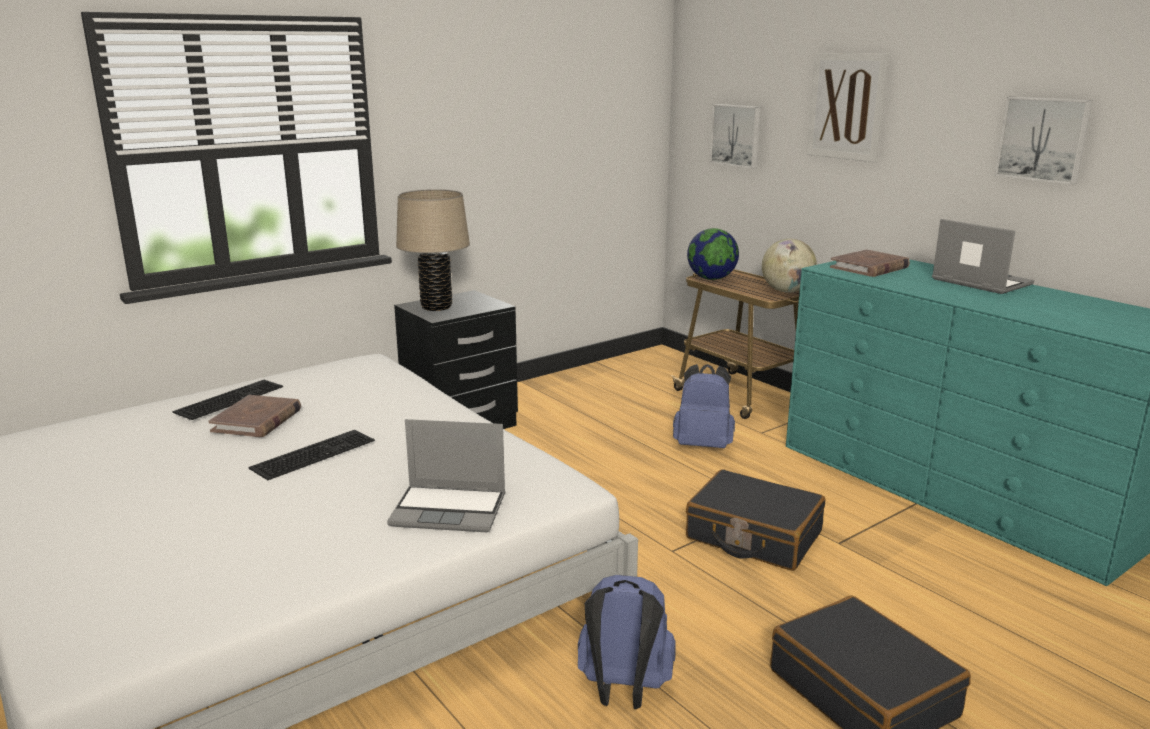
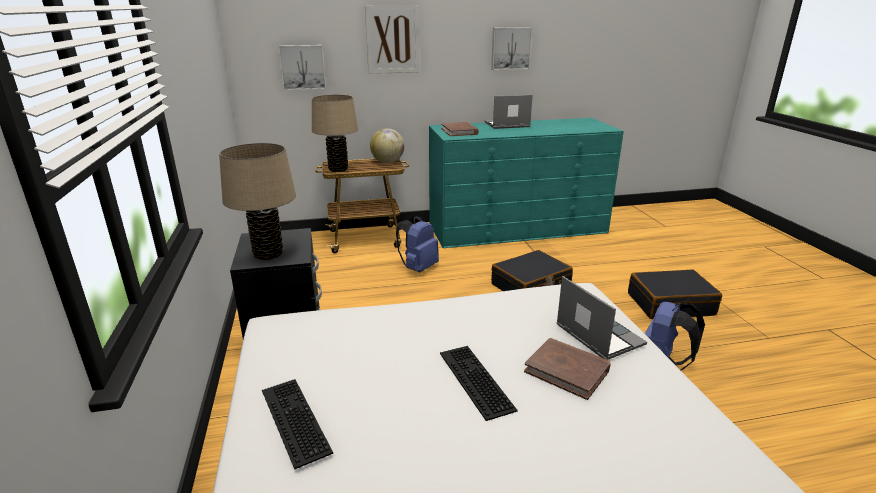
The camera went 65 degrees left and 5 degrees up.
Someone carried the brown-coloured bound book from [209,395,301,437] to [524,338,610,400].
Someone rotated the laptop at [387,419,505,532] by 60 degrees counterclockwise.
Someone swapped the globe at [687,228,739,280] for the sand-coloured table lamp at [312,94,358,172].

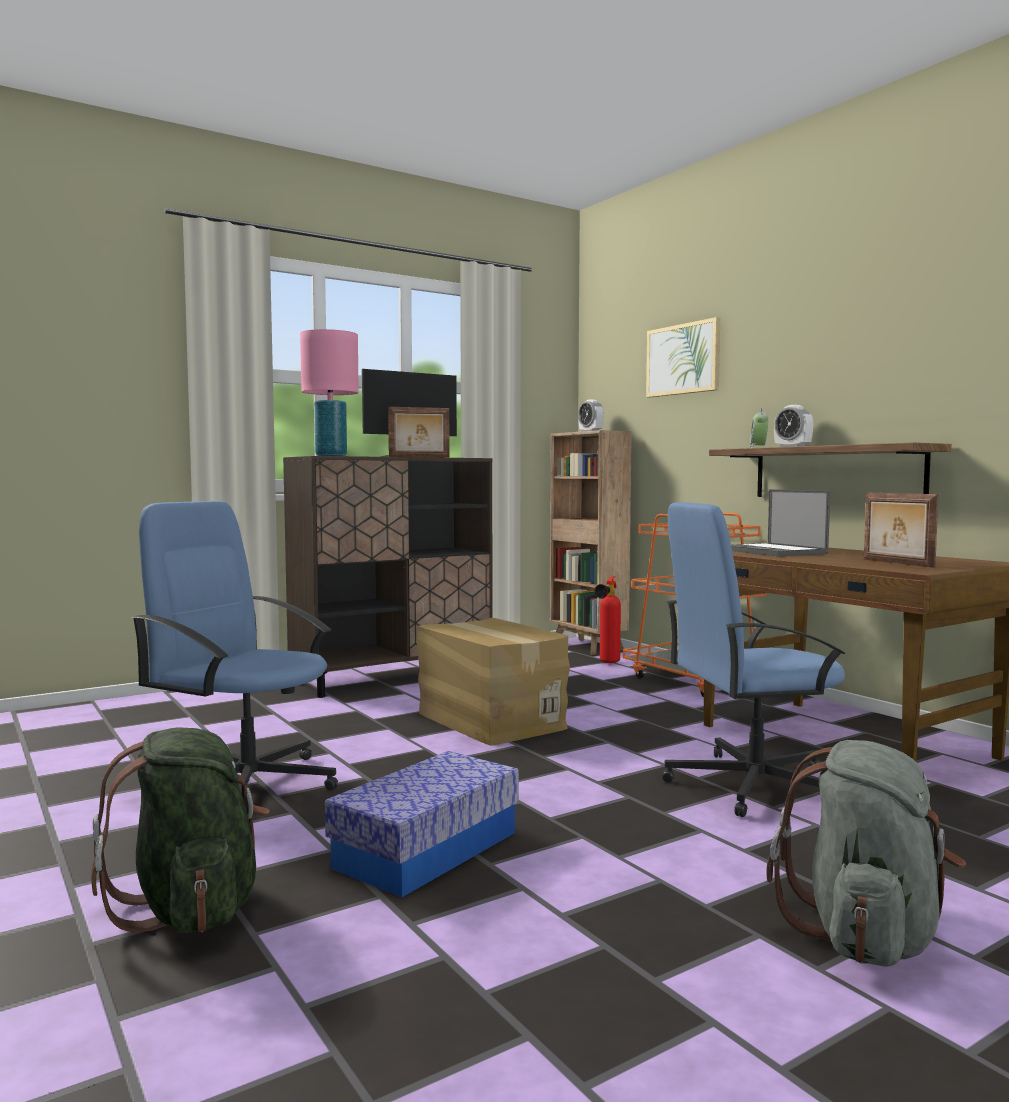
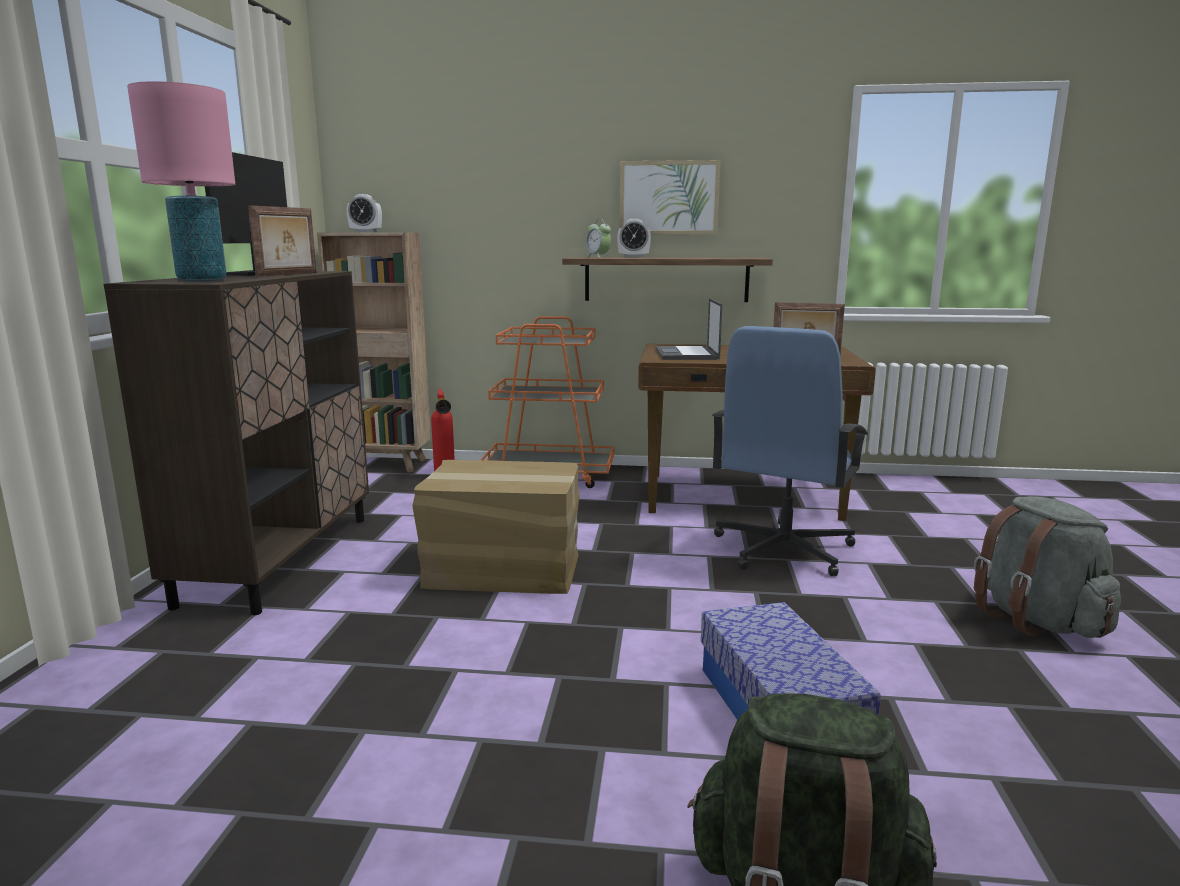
The camera went 50 degrees left and 10 degrees up.
Someone took away the blue desk chair at [131,501,338,793].
Someone carried the picture from [646,317,720,397] to [619,160,721,235].
Someone rotated the laptop at [731,489,830,556] by 75 degrees clockwise.

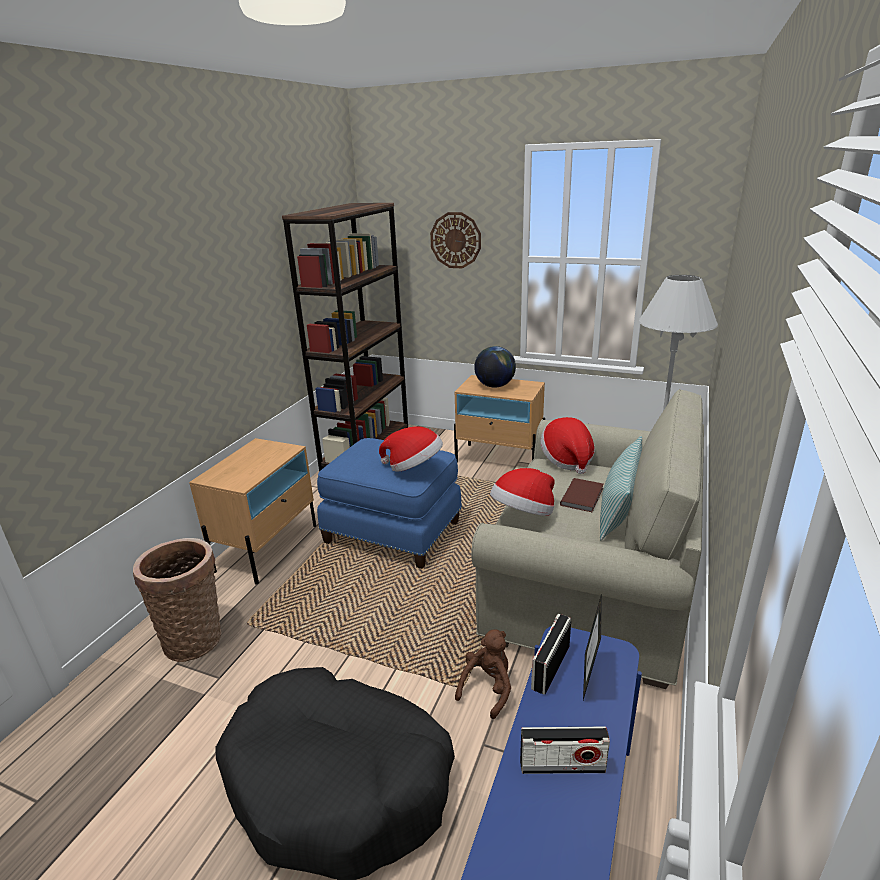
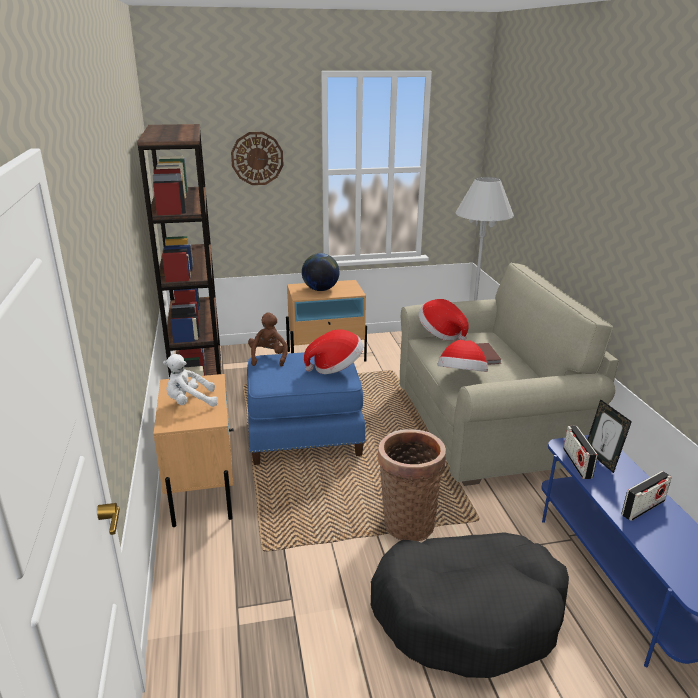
The camera went 35 degrees left and 0 degrees up.
Someone carried the basket from [133,538,222,662] to [377,429,446,541].
Someone carried the brown-coloured cuddly toy from [455,629,511,719] to [248,312,288,366].
Someone took away the pillow at [600,436,642,540].
Someone put down the white-coloured cuddly toy at [163,354,218,407].

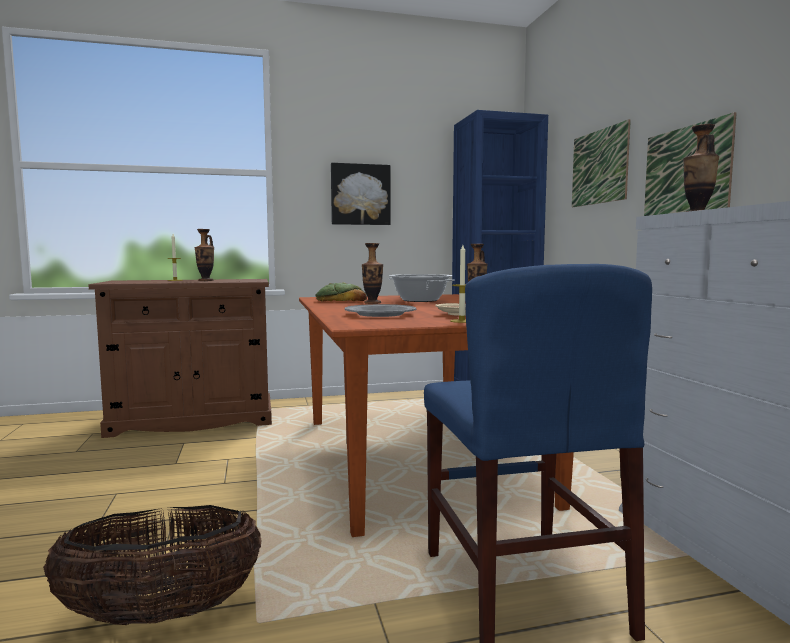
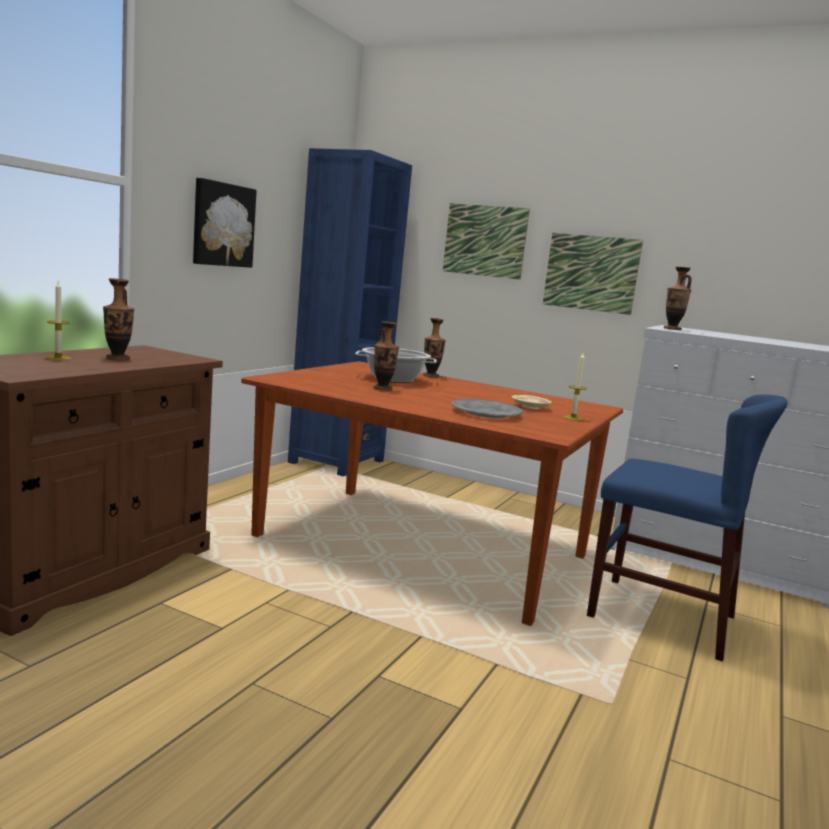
The camera went 50 degrees left and 5 degrees up.
Someone took away the basket at [43,505,261,625].
Someone took away the baked bread at [315,282,367,301].

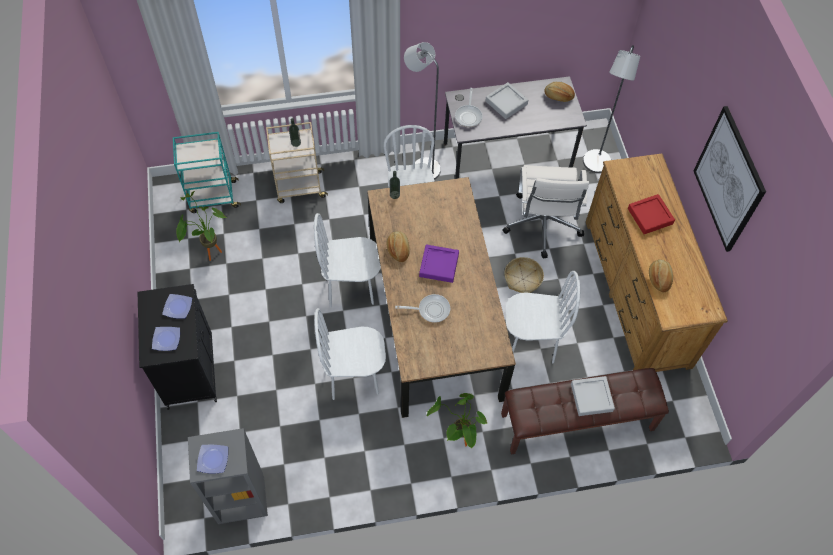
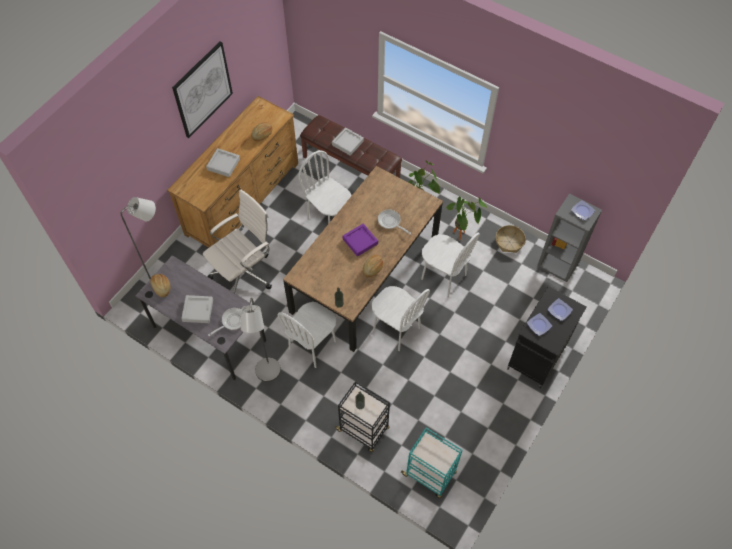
The camera went 135 degrees left and 0 degrees up.
Someone carried the plant in a pot from [176,191,226,261] to [446,197,487,240].
Someone repainted the sand-coloured wheeled cart at [266,122,328,203], which became the black-coloured wheeled cart at [335,381,390,452].
Someone carried the basket from [504,257,544,293] to [496,225,526,253].
Someone repainted the reddish carrying tray at [628,194,675,234], which became the greyish carrying tray at [206,148,240,177].

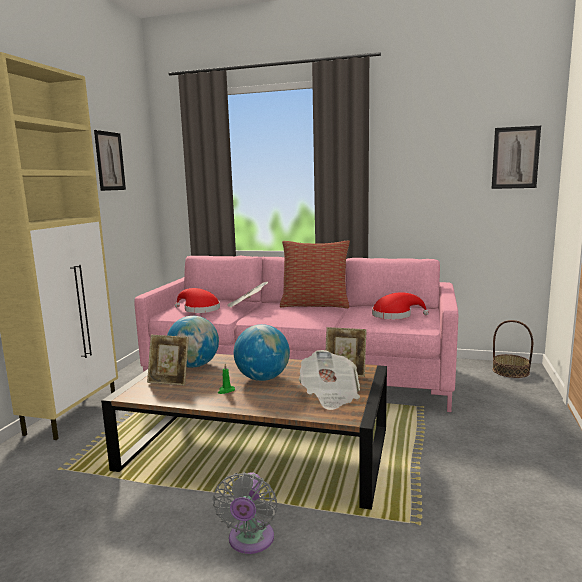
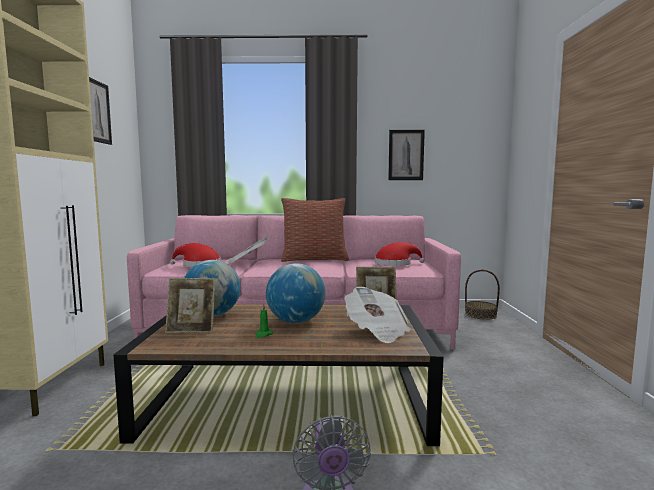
The camera went 15 degrees left and 5 degrees down.
Someone carried the picture from [491,126,541,189] to [388,130,425,180].

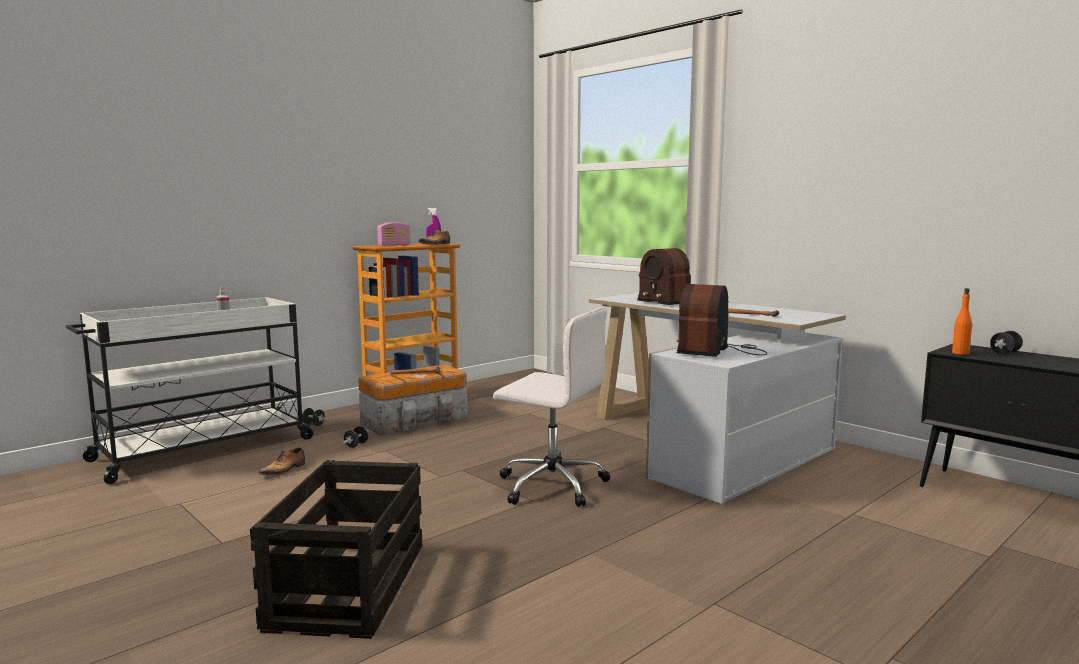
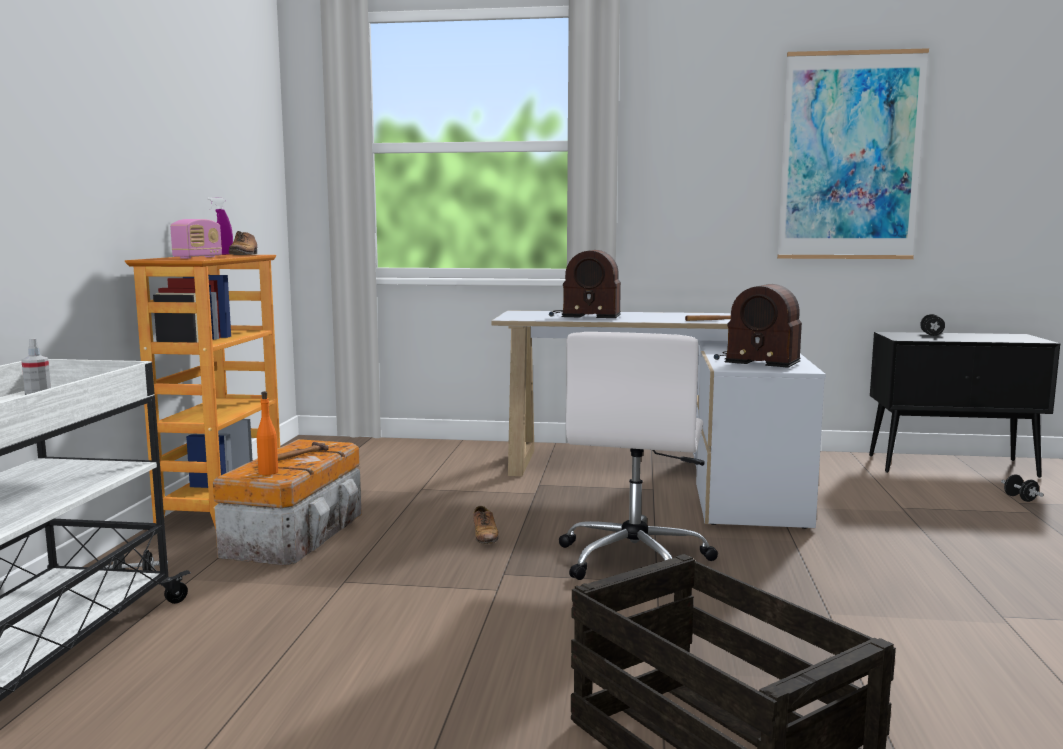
The camera went 40 degrees left and 0 degrees up.
Someone carried the shoe from [259,447,305,475] to [473,506,499,544].
Someone carried the black-coloured hand weight from [343,426,369,448] to [1001,474,1044,502].
Someone rotated the white-coloured desk chair at [493,308,610,507] by 120 degrees clockwise.
Someone rotated the radio set at [677,284,767,357] by 45 degrees counterclockwise.
Someone carried the orange beverage bottle from [952,288,972,355] to [257,391,278,475].
Someone put up the picture at [777,48,929,259].

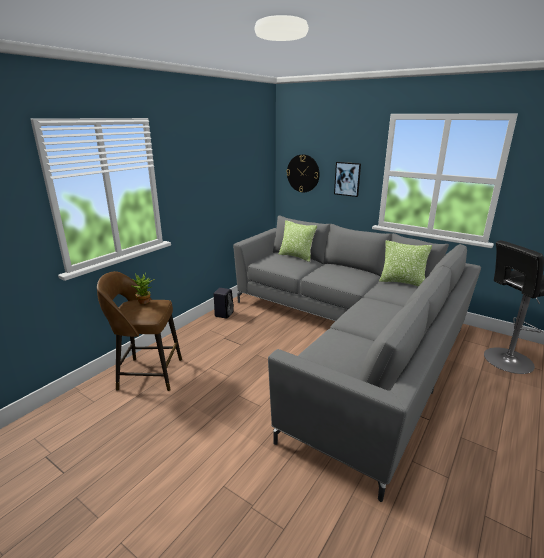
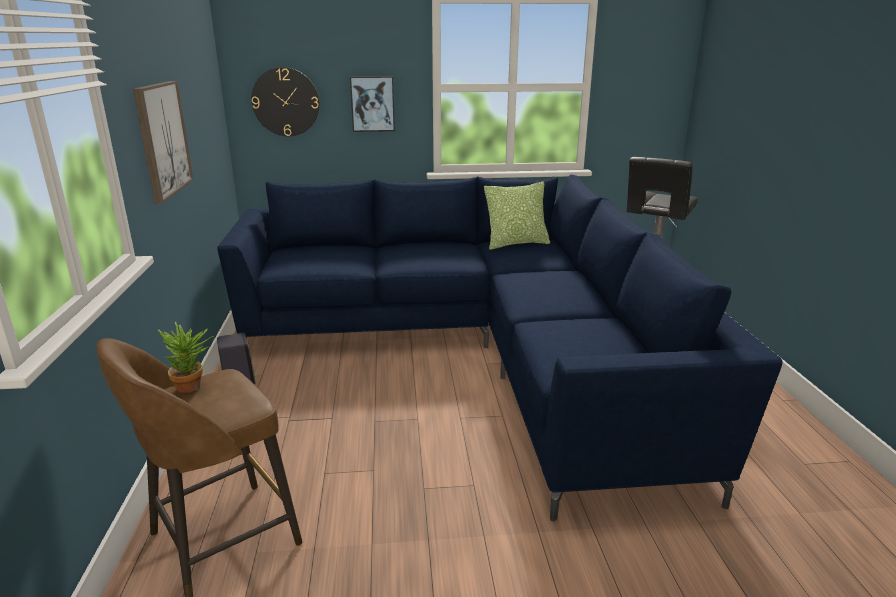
The camera went 40 degrees left and 0 degrees up.
Someone repainted the greyish couch at [233,215,481,502], which became the blue couch at [217,175,782,521].
Someone took away the pillow at [278,220,317,262].
Someone put up the picture at [133,81,194,203].

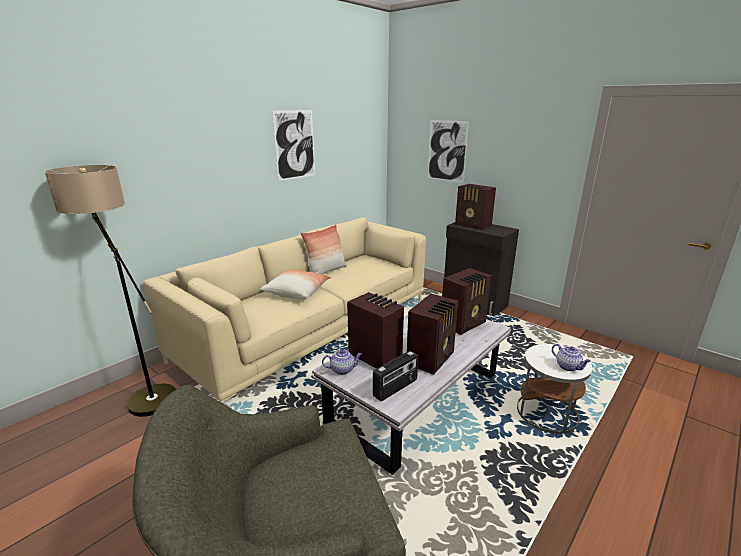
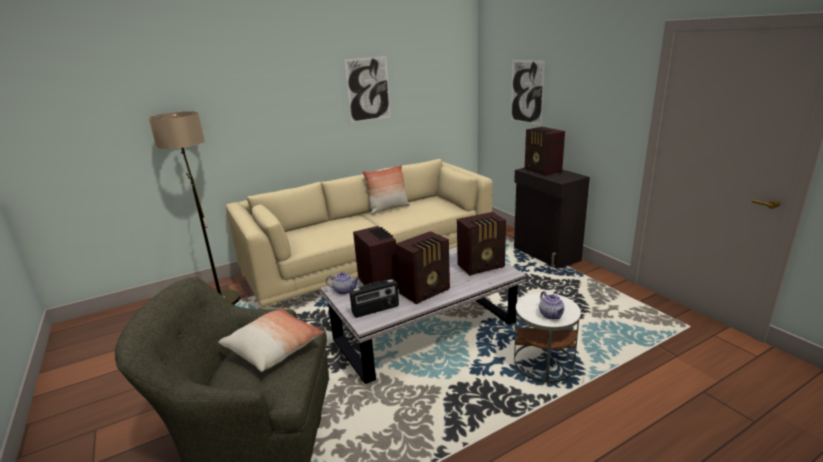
The camera went 20 degrees right and 0 degrees up.
Someone carried the pillow from [260,269,331,299] to [218,308,325,372].

